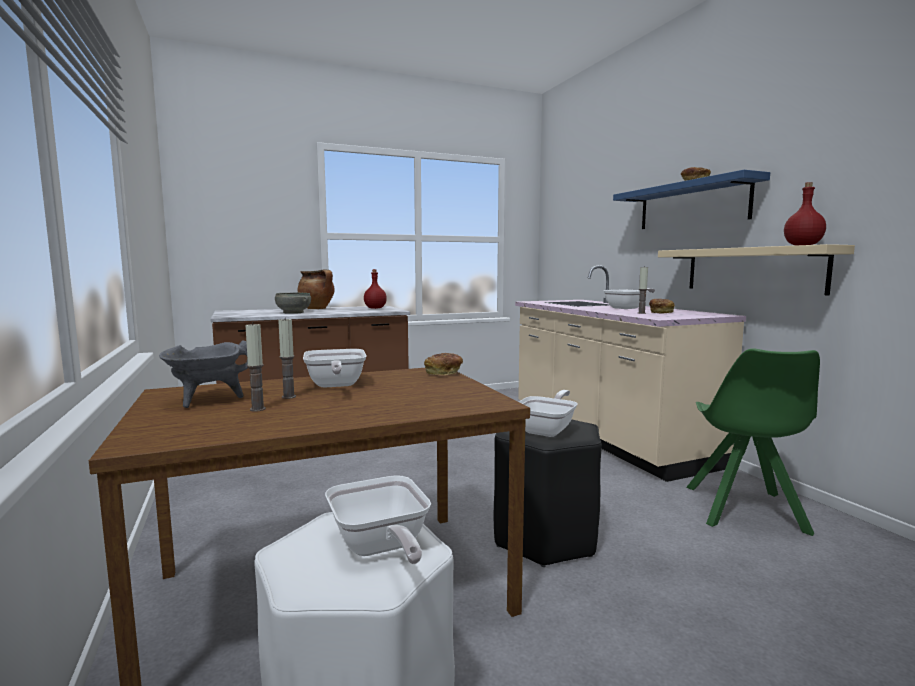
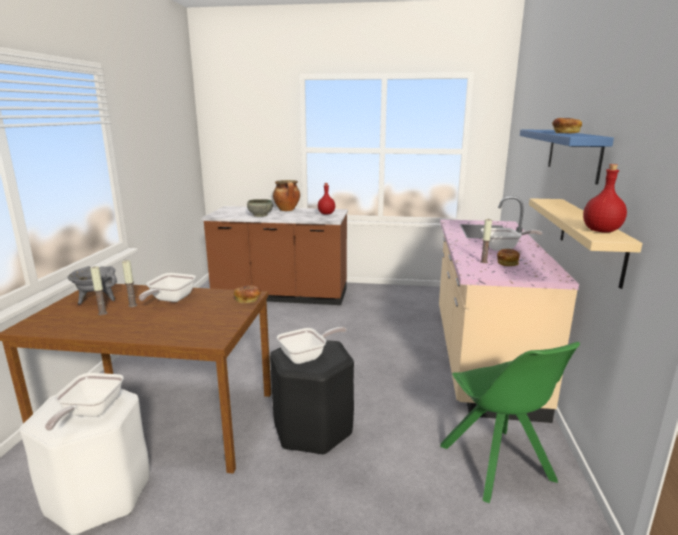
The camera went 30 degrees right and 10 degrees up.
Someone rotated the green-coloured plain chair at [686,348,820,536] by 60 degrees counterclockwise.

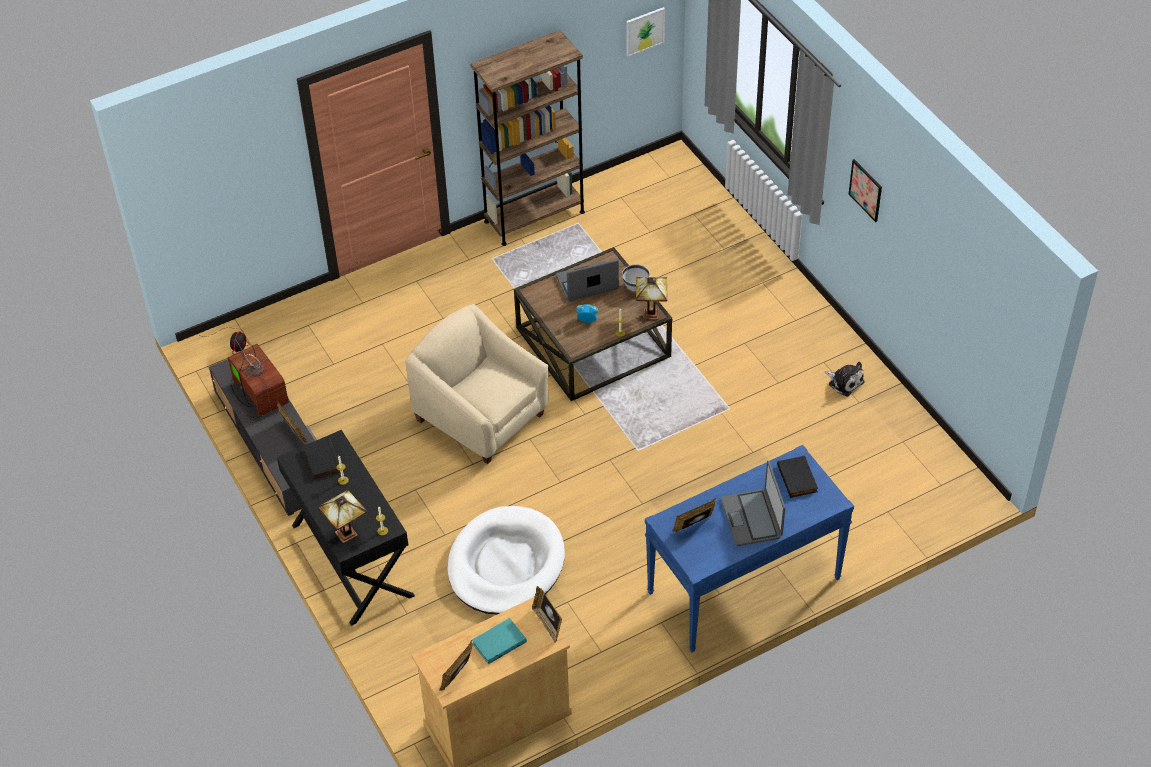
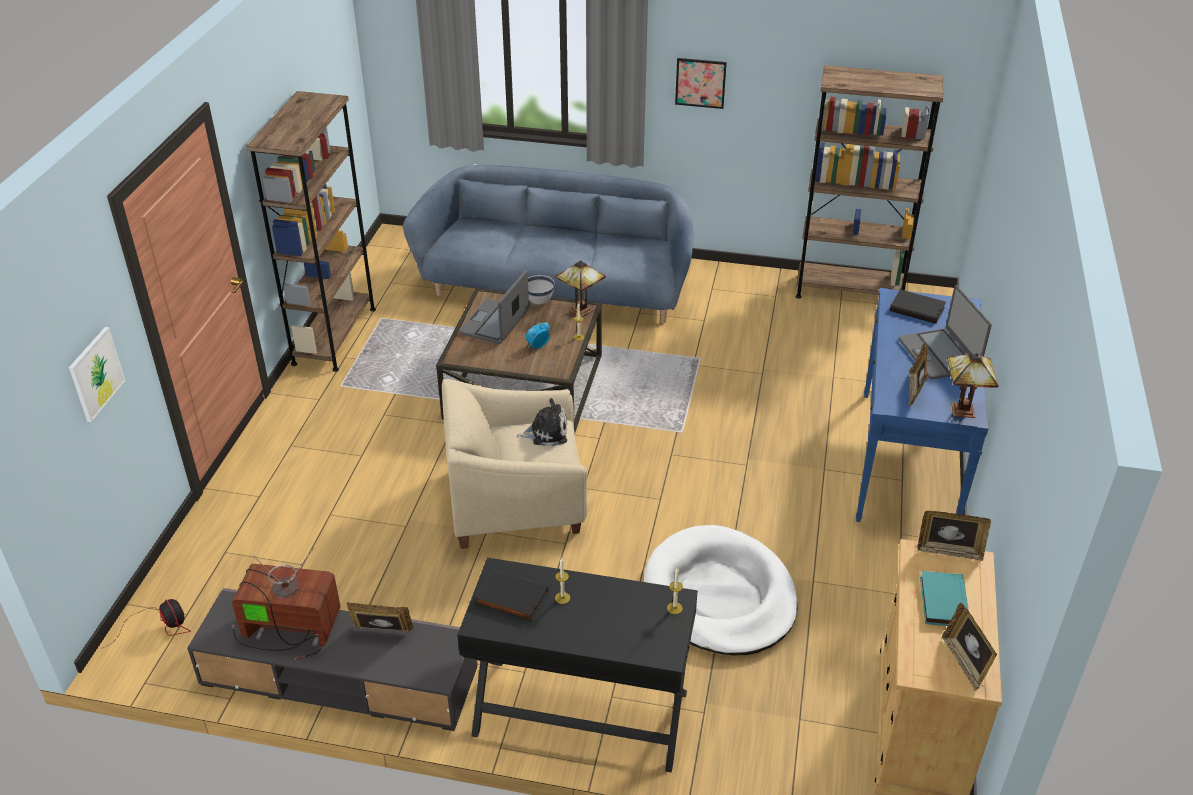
The camera went 50 degrees left and 10 degrees down.
Someone carried the table lamp from [318,490,367,544] to [947,353,999,418].
Someone carried the picture from [626,7,665,56] to [69,327,126,422].
Someone rotated the laptop at [721,461,785,546] by 45 degrees clockwise.
Someone carried the cuddly toy from [825,362,865,397] to [516,398,567,446].
Someone put down the blue couch at [403,165,693,324].
Someone put down the brown-coloured shelving unit at [796,65,943,299].

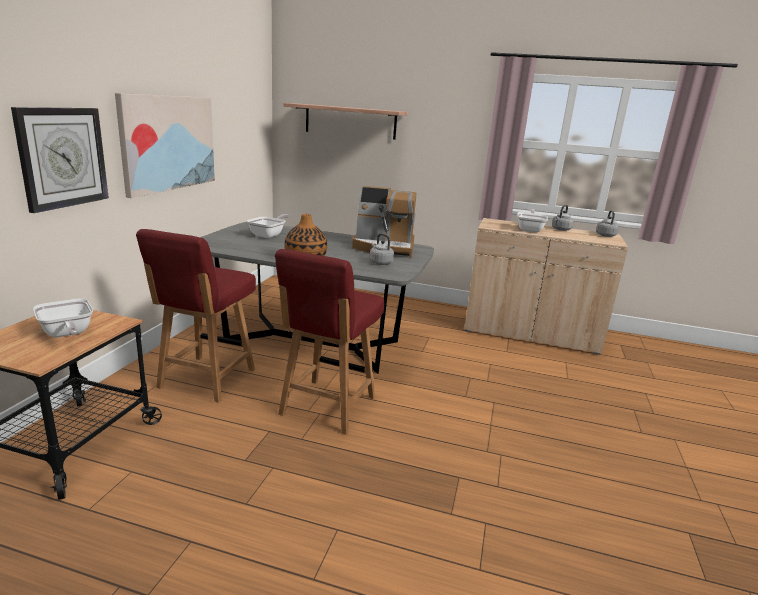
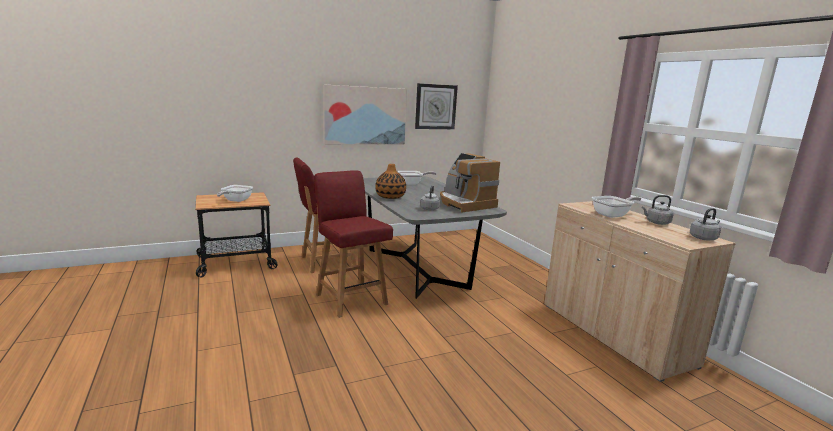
The camera went 50 degrees right and 5 degrees down.
Someone carried the wall clock from [11,107,109,213] to [415,83,458,129].
Someone rotated the reddish plain chair at [275,249,384,435] by 75 degrees clockwise.
Someone took away the bracket shelf at [283,103,407,140].

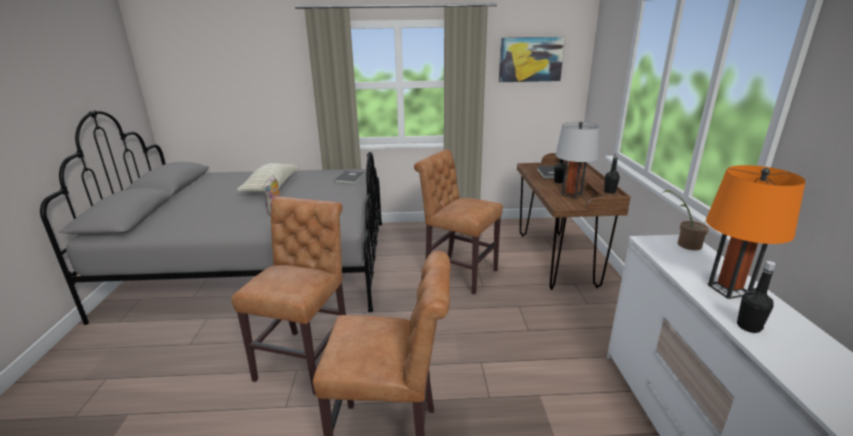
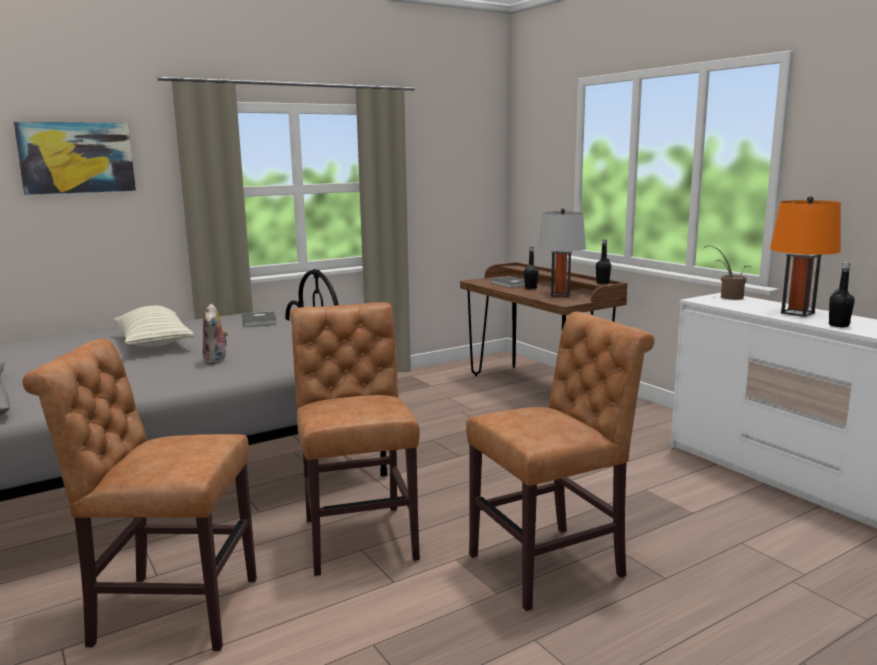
The camera went 30 degrees left and 10 degrees down.
Someone carried the brown-coloured plain chair from [414,150,503,295] to [22,339,257,651].
Someone carried the picture from [499,37,565,82] to [13,122,136,195].

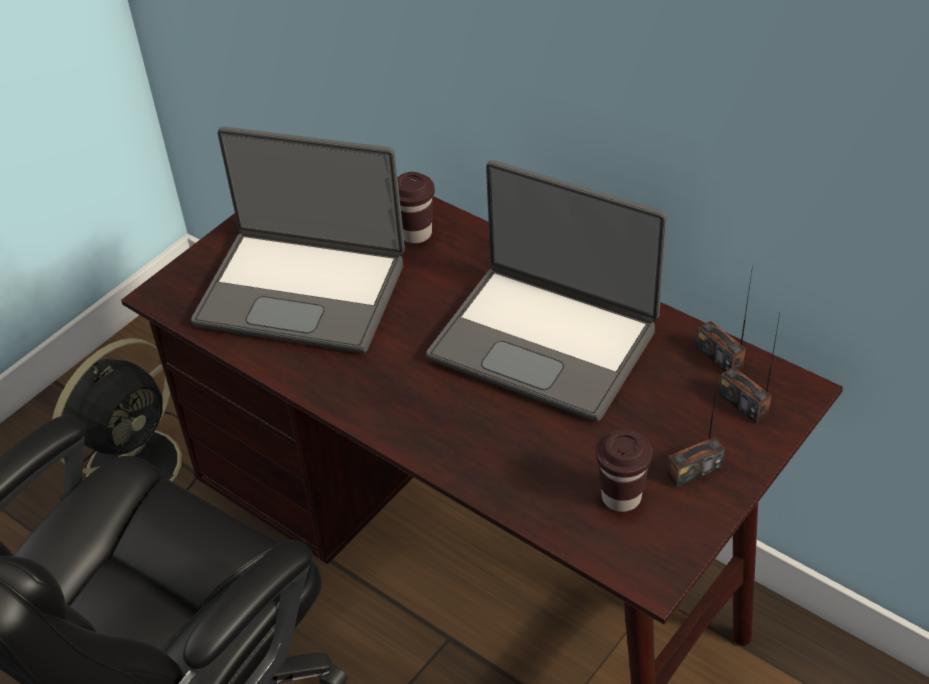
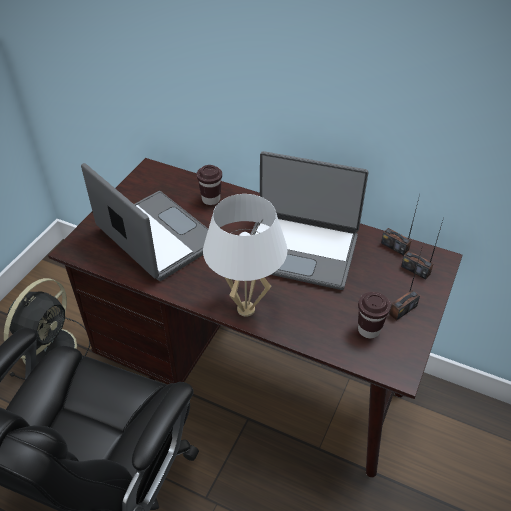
The camera went 15 degrees left and 0 degrees up.
Someone rotated the laptop at [191,126,405,353] by 135 degrees counterclockwise.
Someone put down the white-coloured table lamp at [203,194,287,317].

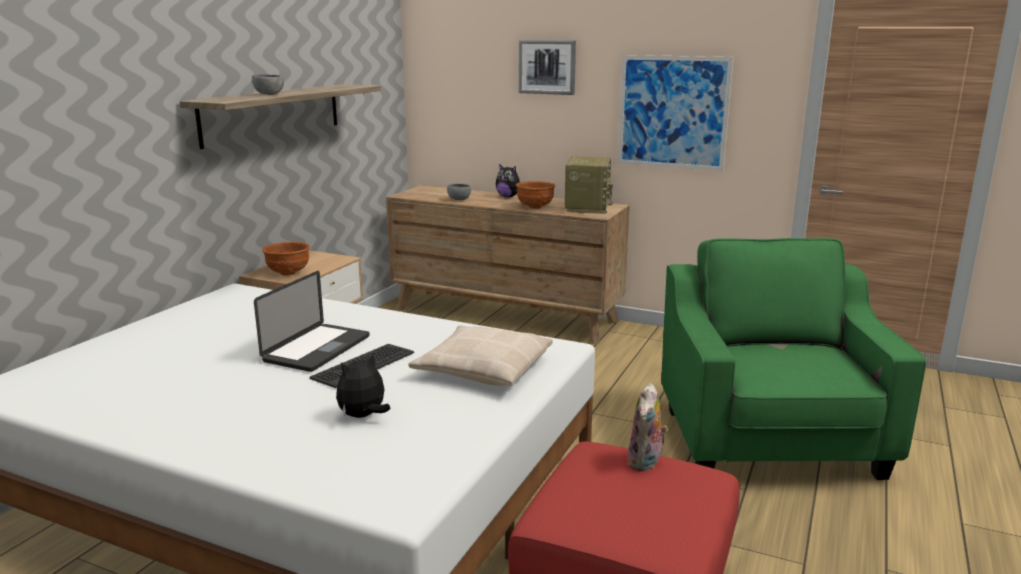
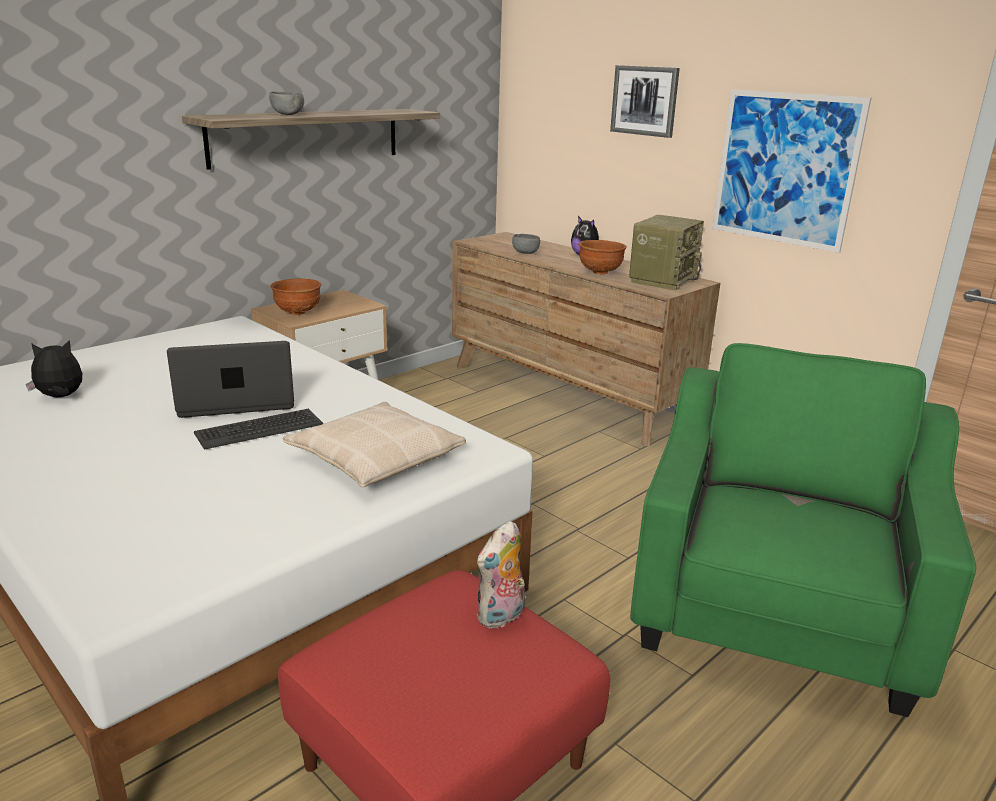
The camera went 20 degrees right and 5 degrees up.
Someone rotated the laptop at [254,271,370,372] by 150 degrees counterclockwise.
Someone carried the cuddly toy from [336,352,390,418] to [26,340,82,397].

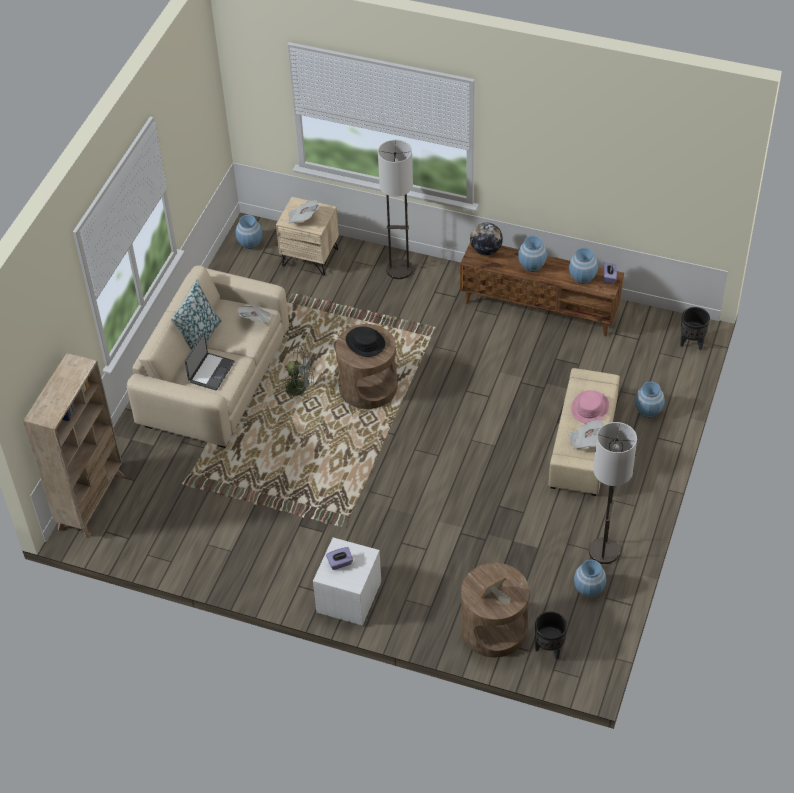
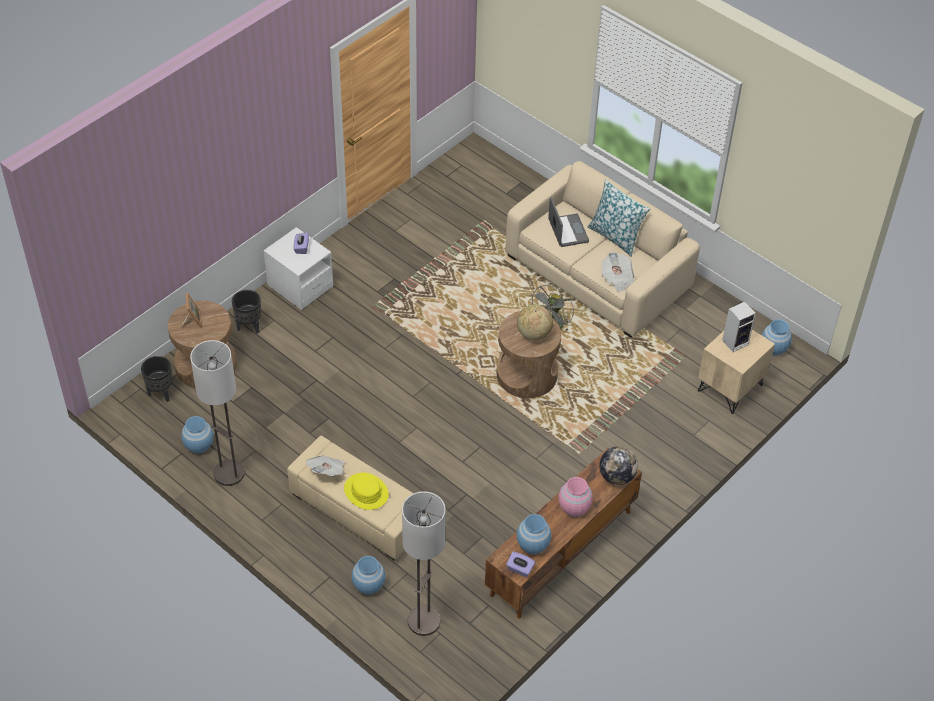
The camera went 110 degrees right and 0 degrees up.
Someone took away the sand-coloured shelving unit at [23,353,125,538].
Someone rotated the laptop at [185,332,235,390] by 150 degrees counterclockwise.
Someone swapped the printed paper at [288,200,319,224] for the audio speaker at [722,302,756,352].
Someone swapped the black-coloured hat at [346,326,385,357] for the globe at [517,305,553,341].
Someone carried the standard lamp from [378,140,413,279] to [402,491,446,636].
Someone repainted the blue vase at [518,236,547,272], which became the pink-coloured vase at [558,477,593,517].
Someone repainted the pink-coloured hat at [571,390,609,423], which became the yellow-coloured hat at [344,473,389,510].
Someone carried the black-coloured planter from [680,307,710,350] to [232,290,261,334].

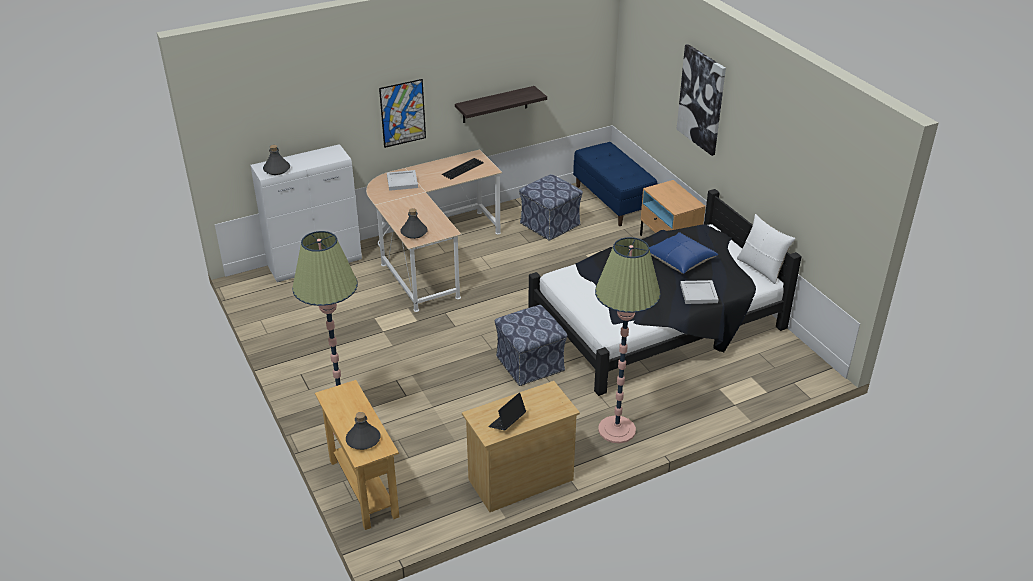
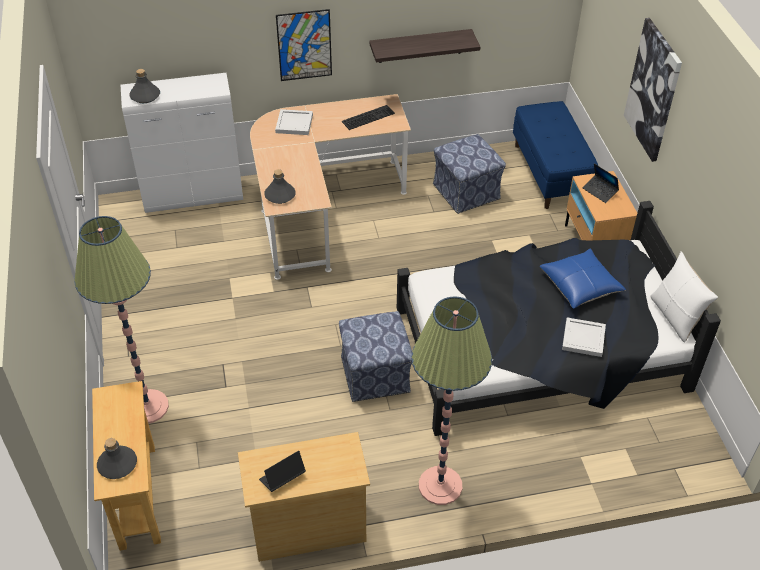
The camera went 15 degrees right and 10 degrees up.
Someone put down the laptop at [583,164,619,203].

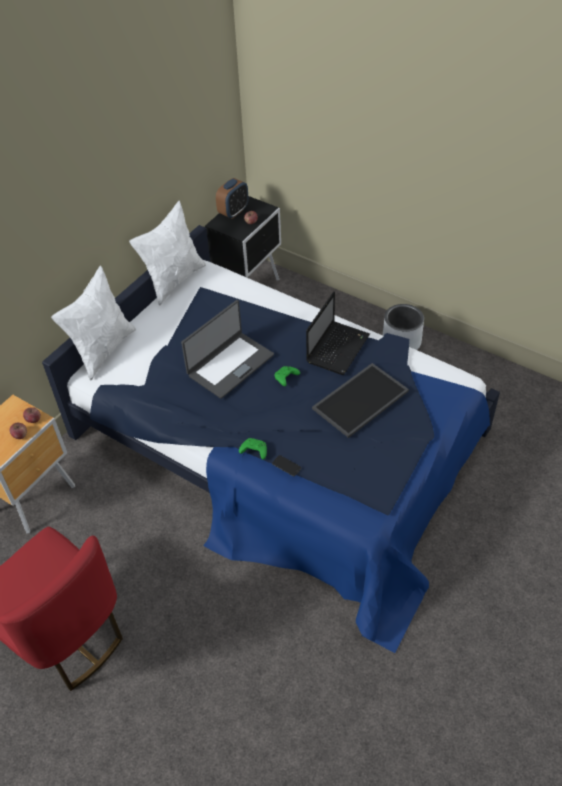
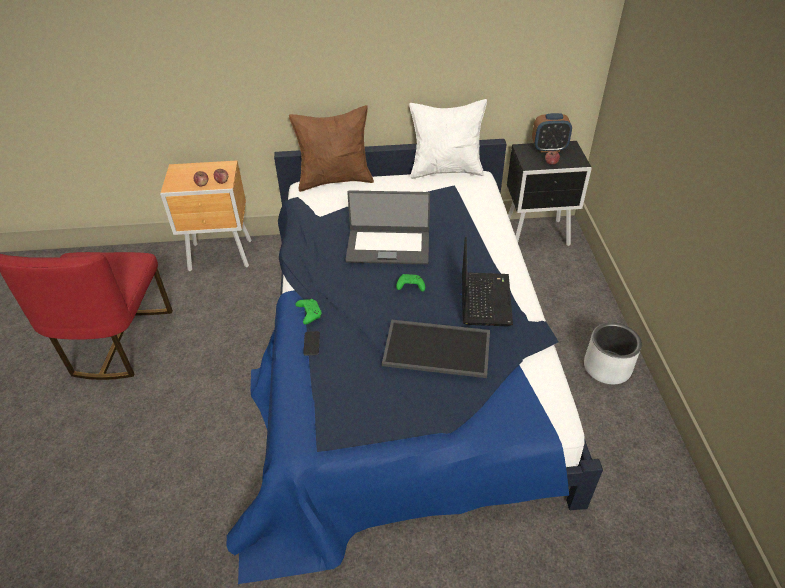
The camera went 50 degrees right and 5 degrees down.
Someone repainted the white-coloured pillow at [51,265,136,381], which became the brown-coloured pillow at [289,105,374,192].
Someone rotated the laptop at [306,292,370,375] by 75 degrees counterclockwise.

